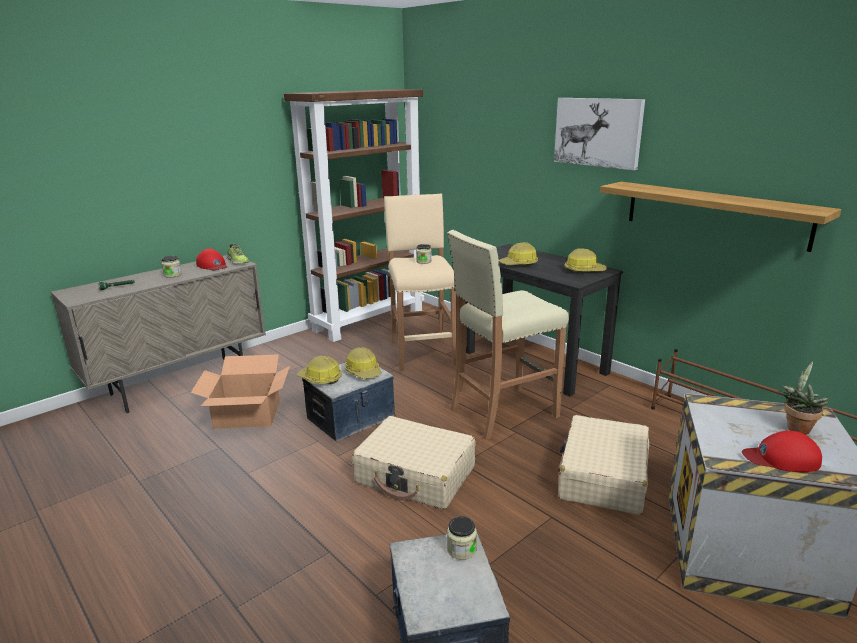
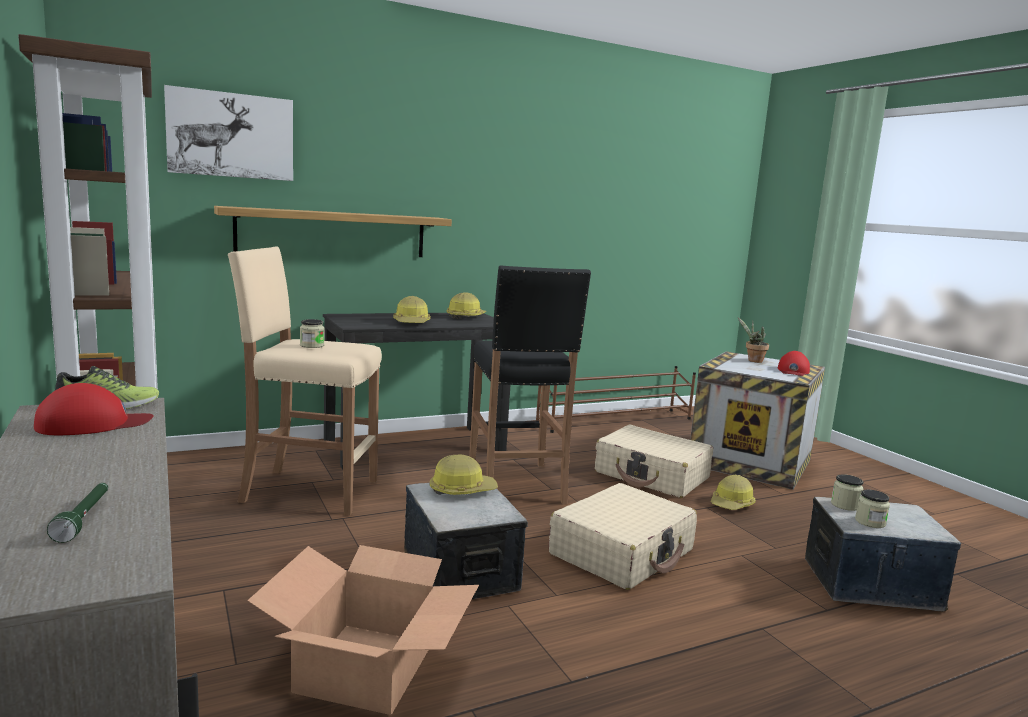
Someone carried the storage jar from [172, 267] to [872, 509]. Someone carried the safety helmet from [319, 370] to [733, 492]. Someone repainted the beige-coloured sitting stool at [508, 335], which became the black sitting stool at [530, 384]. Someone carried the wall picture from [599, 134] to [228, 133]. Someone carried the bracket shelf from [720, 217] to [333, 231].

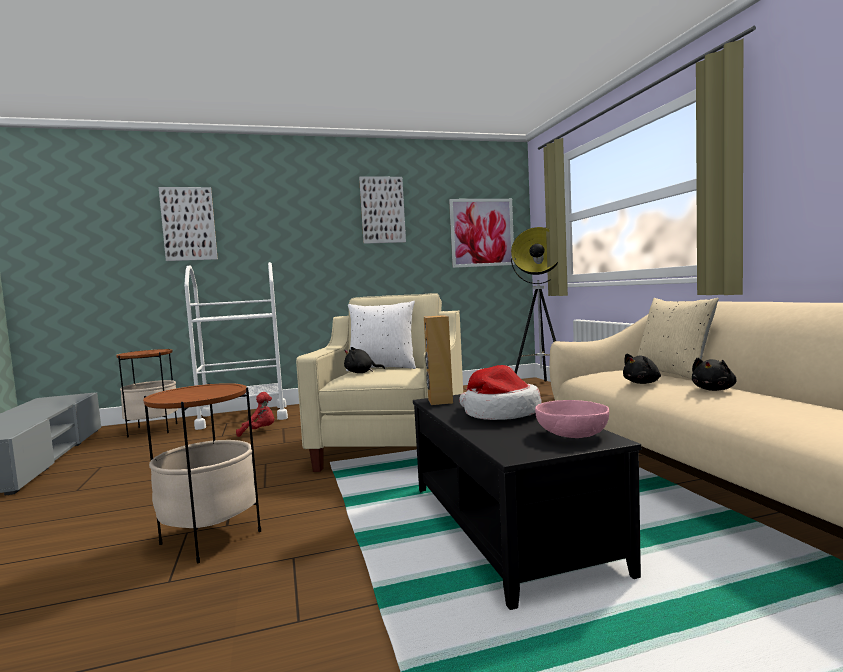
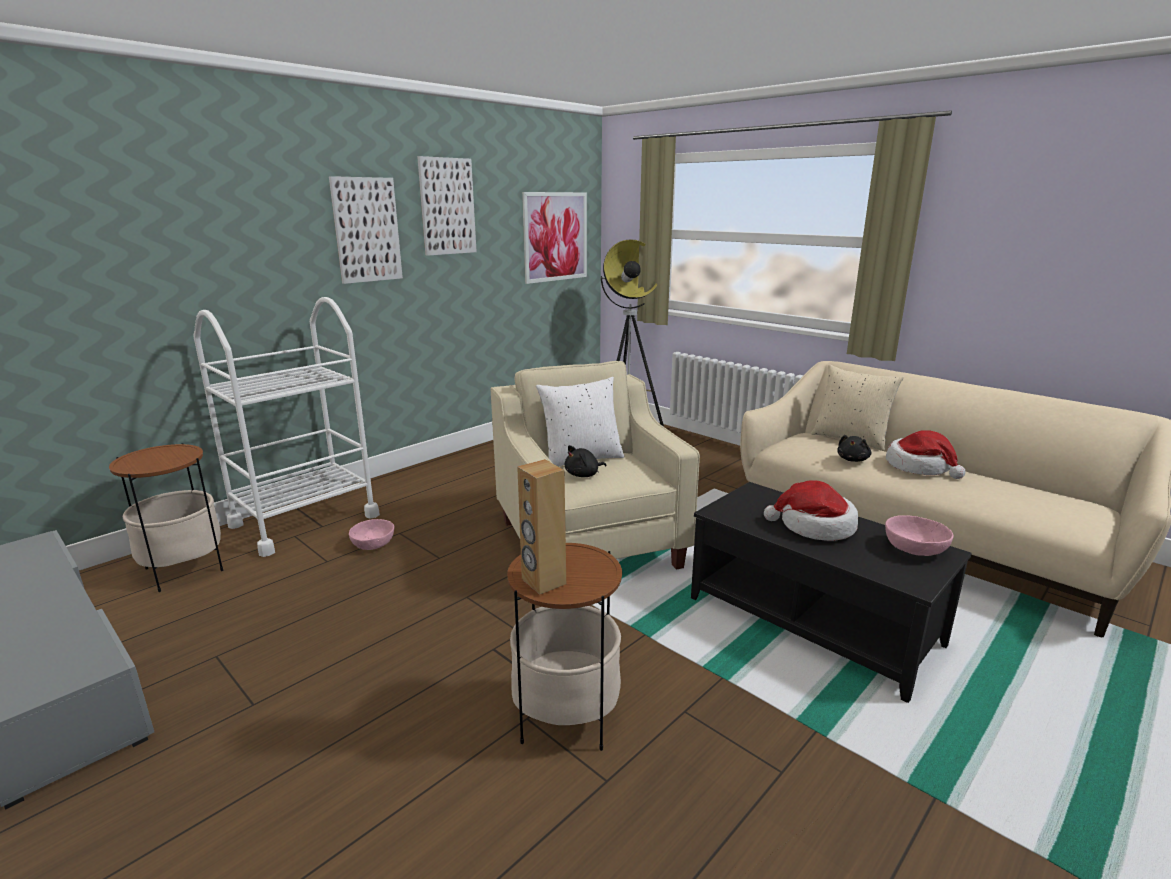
Someone carried the wall picture from [188, 224] to [366, 230]. Someone swapped the red soft toy at [255, 414] for the pink-coloured serving bowl at [371, 534]. Someone carried the brownish speaker from [438, 360] to [541, 526]. Someone swapped the black soft toy at [714, 374] for the hat at [926, 454].

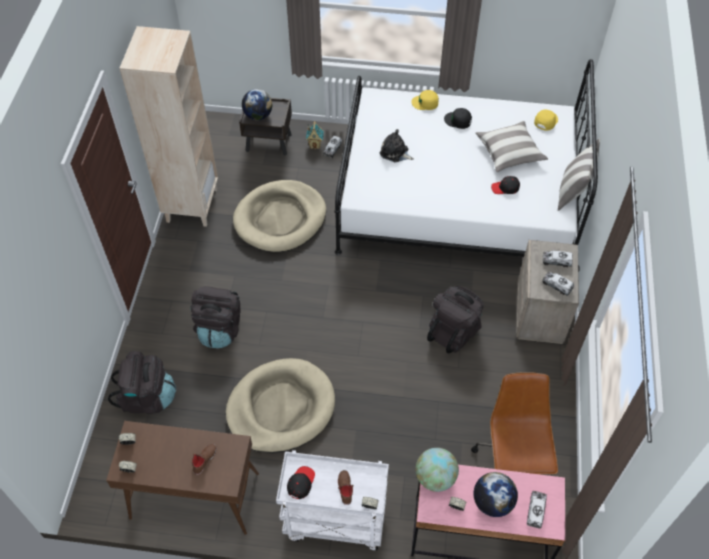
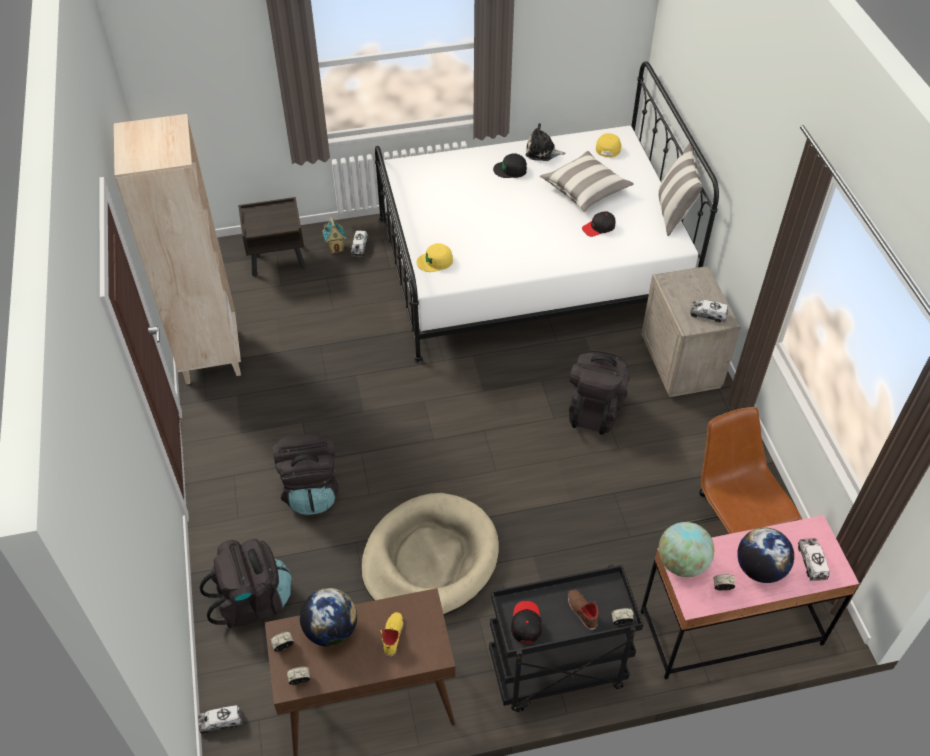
Someone repainted the brownish shoe at [204, 459], which became the yellowish shoe at [391, 634]. Someone took away the beige-coloured dog bed at [279, 216]. Someone carried the globe from [257, 104] to [328, 617]. Someone repainted the whitish trolley at [332, 500], which became the black trolley at [566, 638]. Someone carried the soft toy from [397, 145] to [545, 142]. Someone carried the yellowish baseball cap from [425, 100] to [435, 257]. Someone carried the toy lorry from [558, 258] to [220, 719].

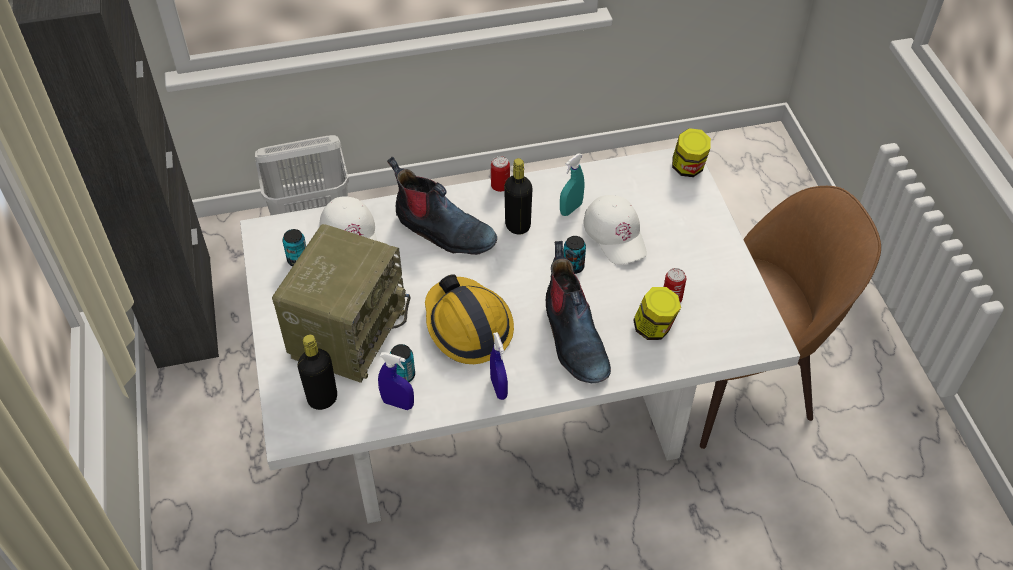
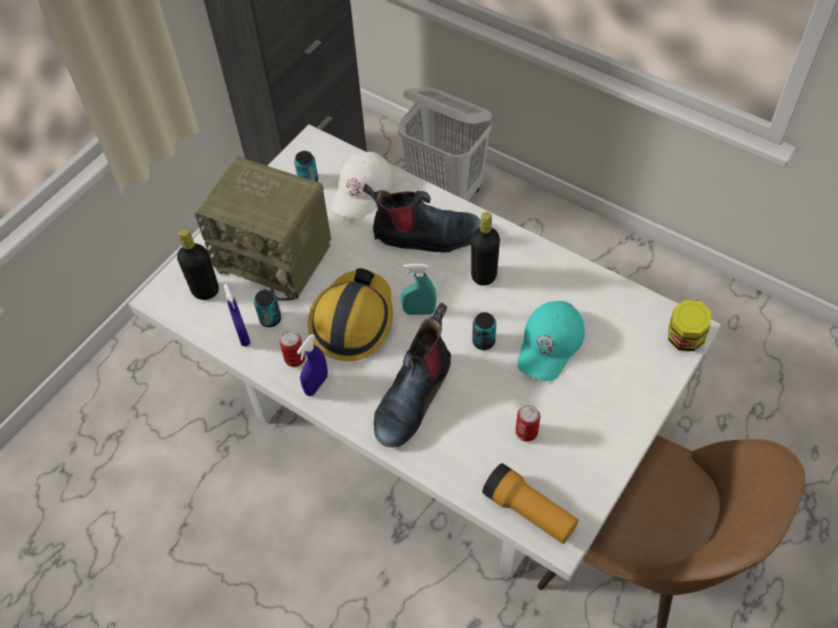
Someone rotated the radio receiver at [341, 303] by 45 degrees clockwise. Someone rotated the tall boot at [442, 206] by 75 degrees counterclockwise. Someone carried the metal can from [500, 174] to [292, 349]. Someone carried the blue-green hand sprayer from [572, 184] to [418, 289]. Someone repainted the whitish baseball cap at [615, 230], which became the blue-green baseball cap at [551, 341]. Someone took away the storage jar at [657, 313]. Someone put down the hand torch at [530, 503].

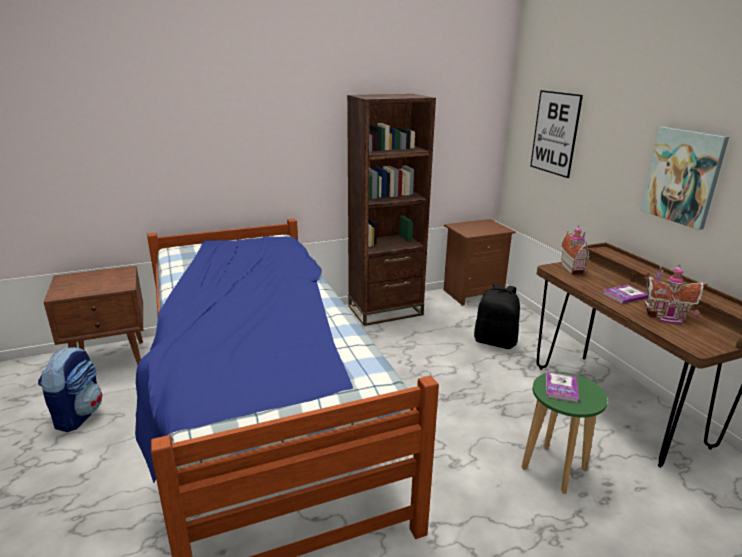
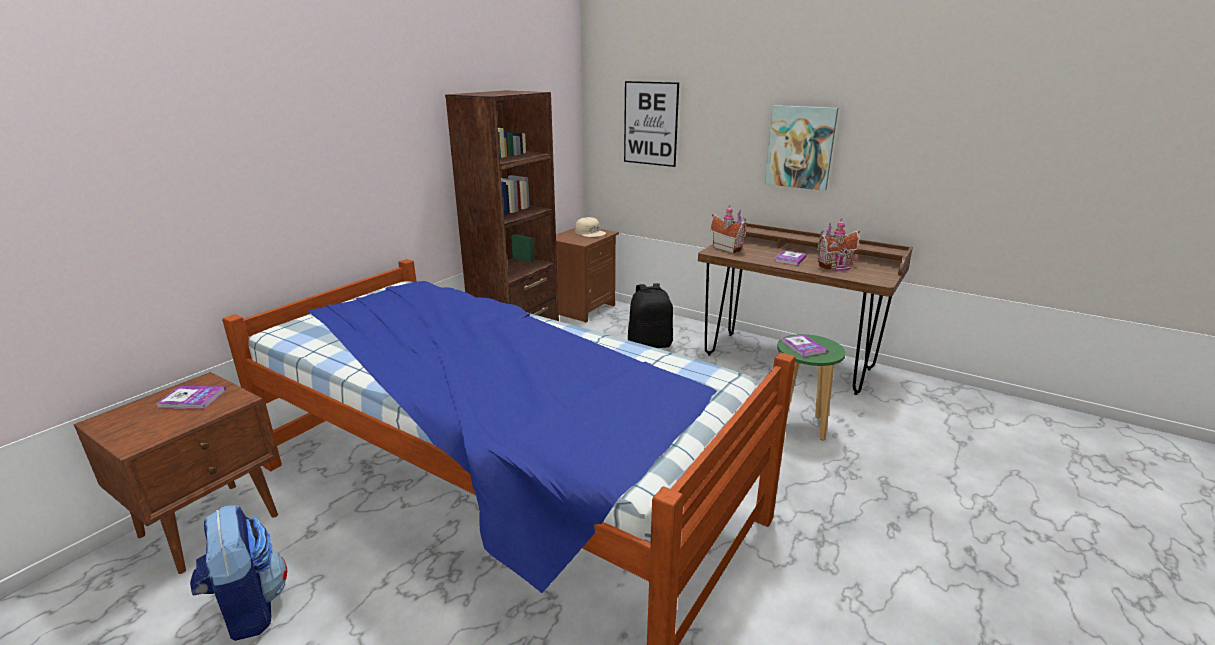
Someone put down the bound book at [191, 397]. Someone put down the beige-coloured baseball cap at [590, 227].

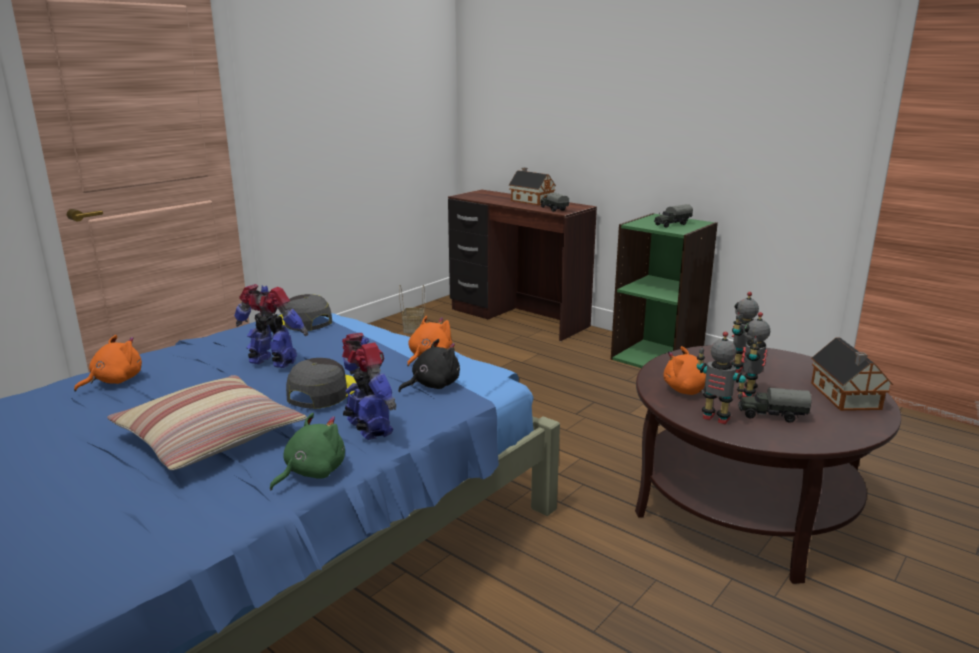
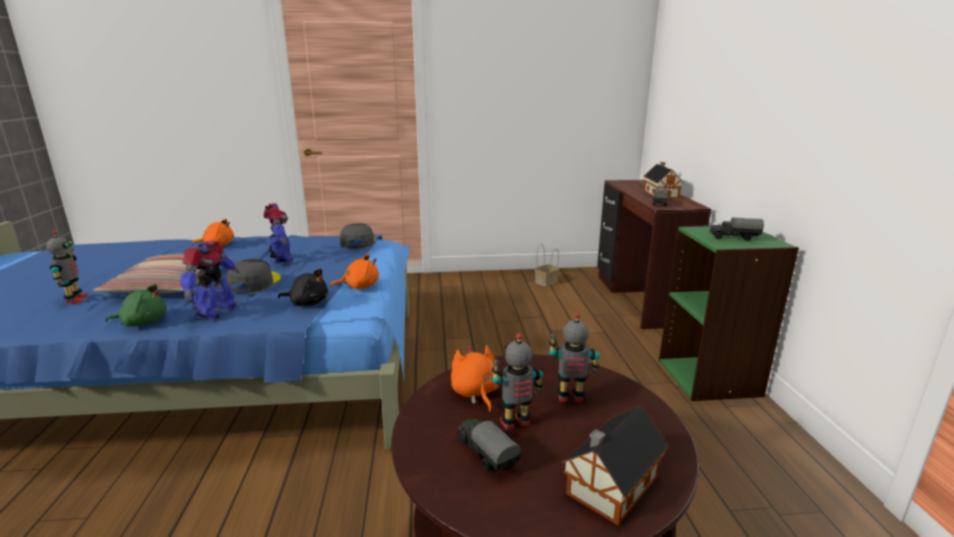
Someone rotated the grey baseball cap at [321, 383] by 60 degrees counterclockwise. Someone carried the model robot from [721, 377] to [67, 267].

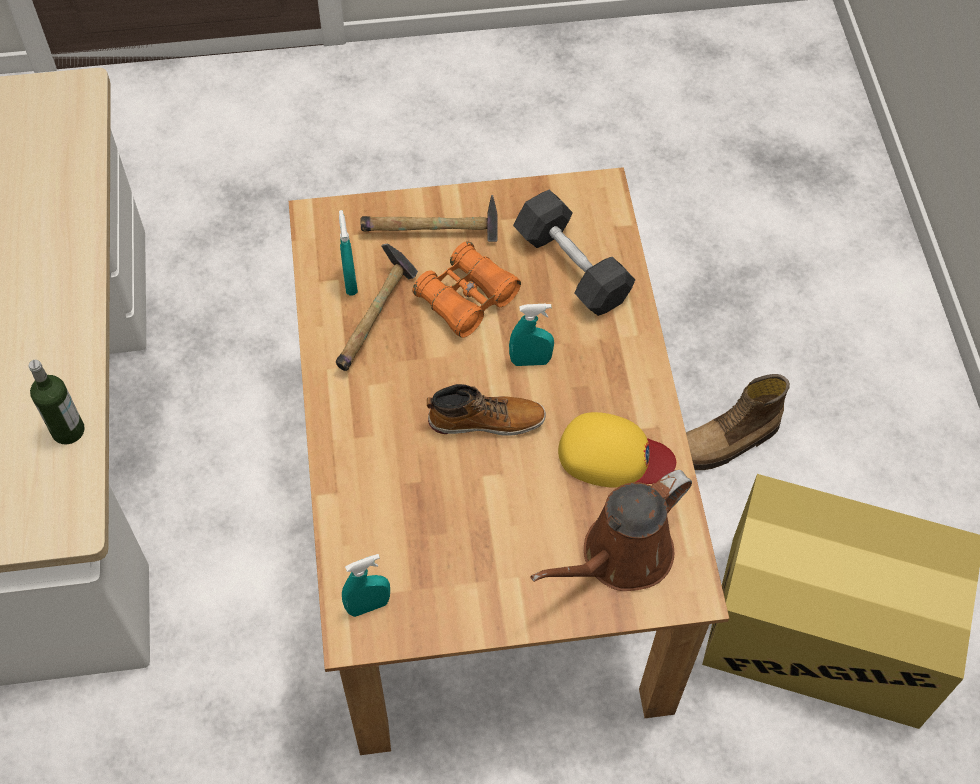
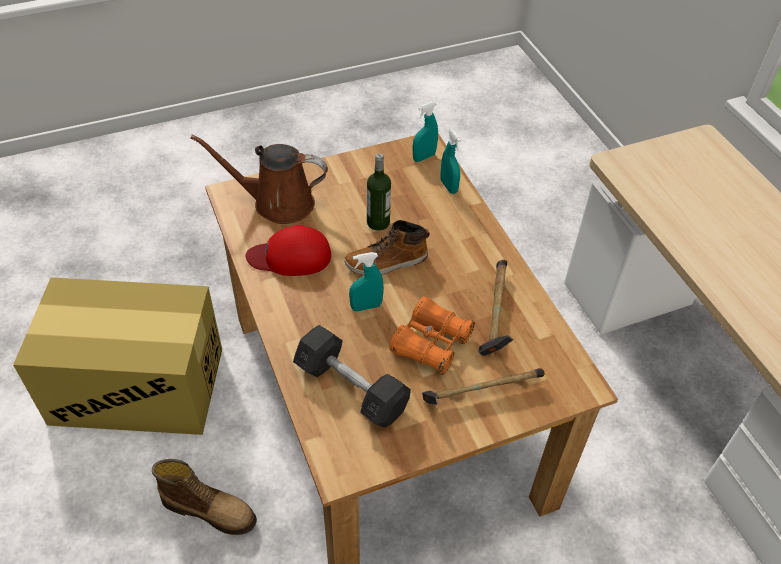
Someone carried the beverage bottle from [57, 402] to [379, 192]. Someone carried the blue-green hand sprayer from [348, 253] to [450, 161]. Someone rotated the brownish watering pot at [611, 530] by 120 degrees counterclockwise. Someone repainted the yellowish baseball cap at [617, 450], which became the red baseball cap at [288, 251]. Someone rotated the tall boot at [738, 422] by 60 degrees clockwise.

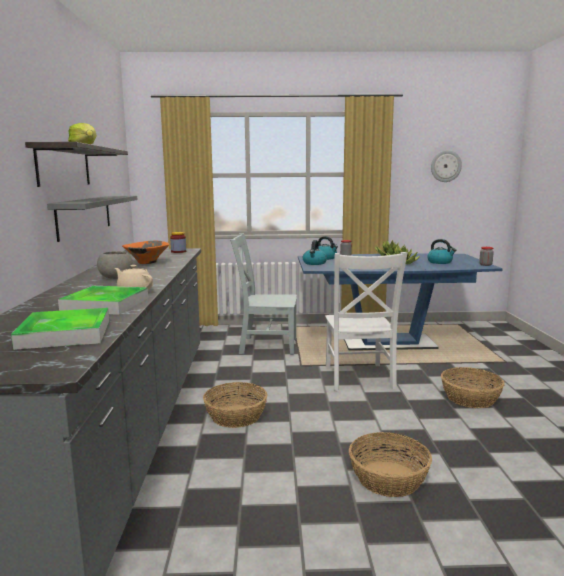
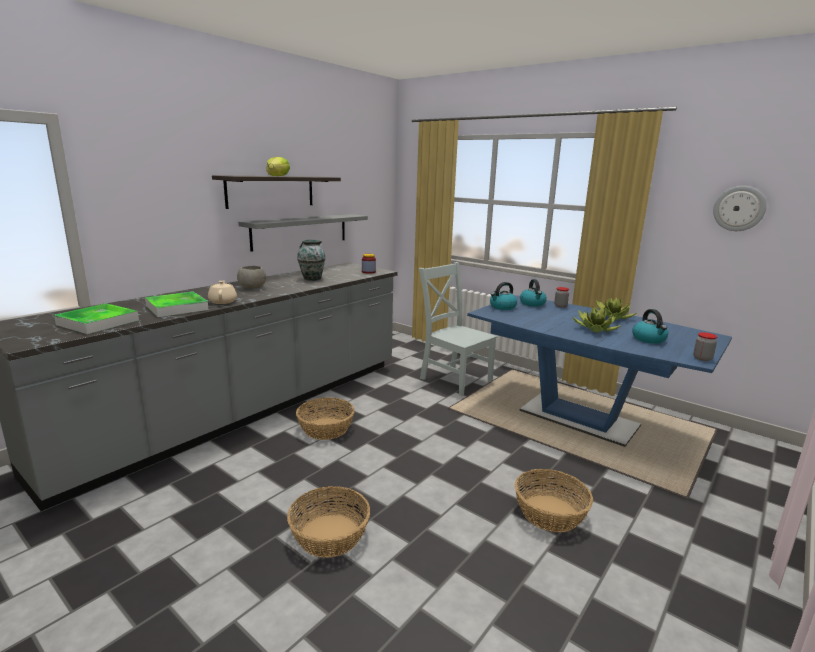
Someone swapped the orange serving bowl at [145, 252] for the vase at [311, 260]. Someone took away the whitish plain chair at [366, 321].

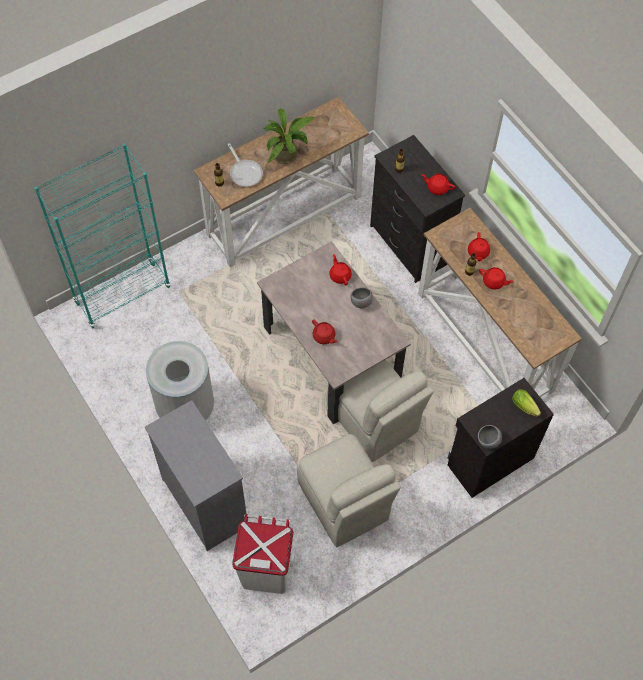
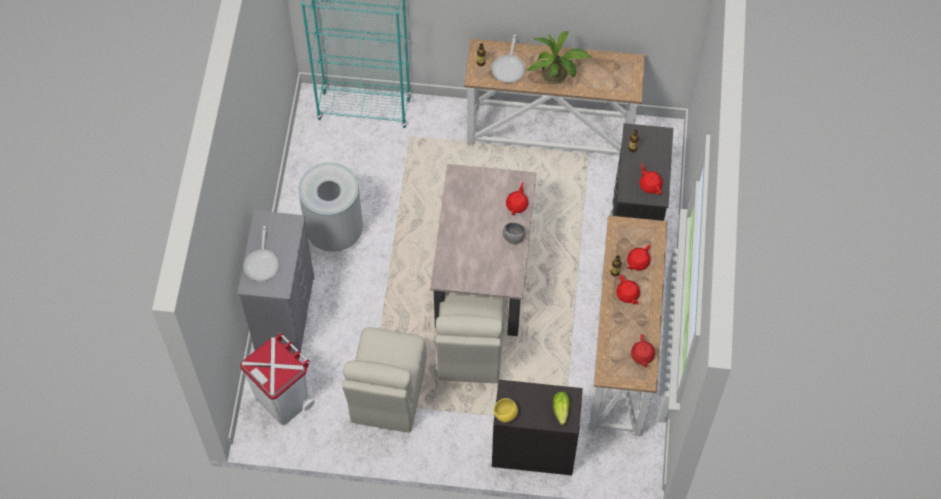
Someone carried the red pot for tea from [325, 331] to [643, 351]. Someone repainted the grey serving bowl at [490, 437], which became the yellowish serving bowl at [506, 410]. Someone put down the frying pan at [261, 253].

